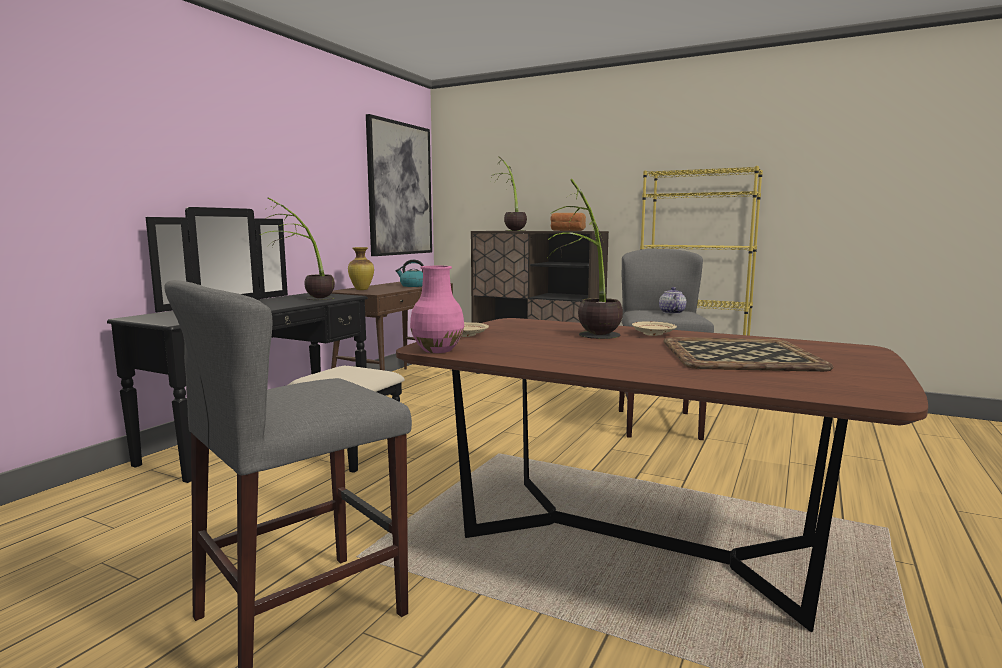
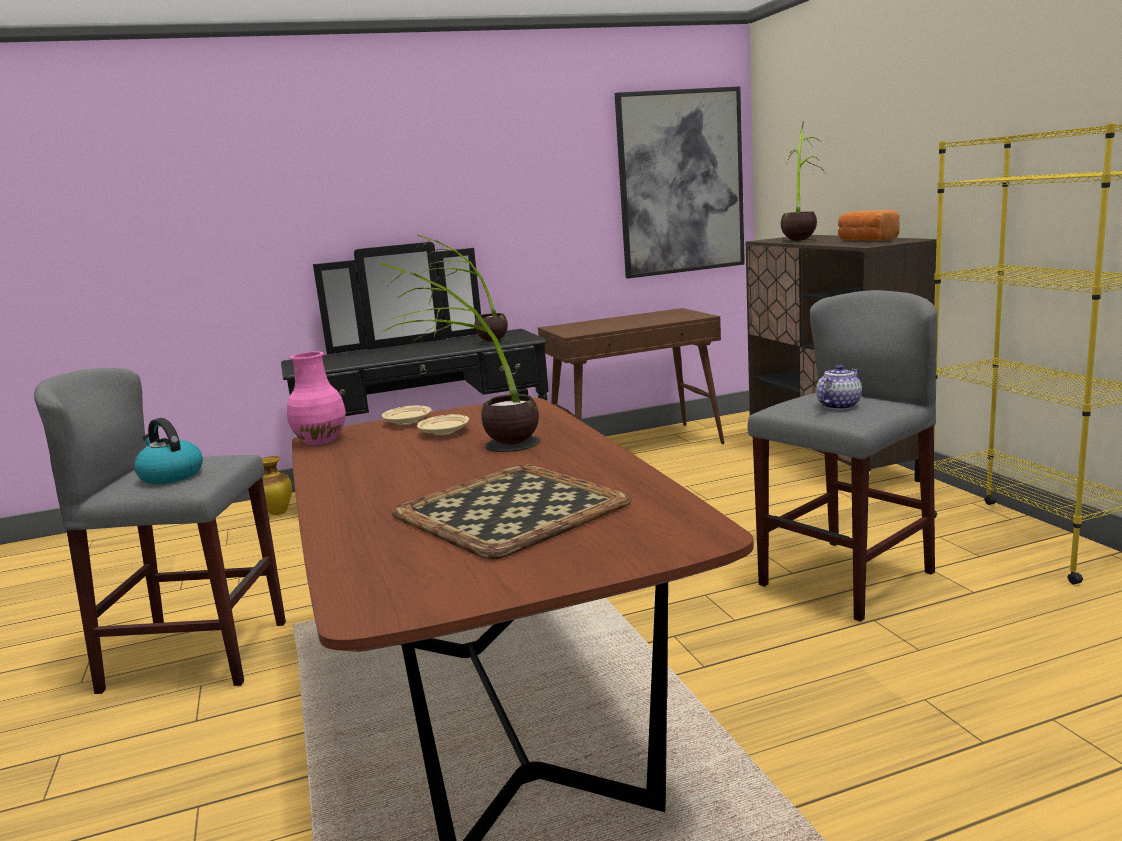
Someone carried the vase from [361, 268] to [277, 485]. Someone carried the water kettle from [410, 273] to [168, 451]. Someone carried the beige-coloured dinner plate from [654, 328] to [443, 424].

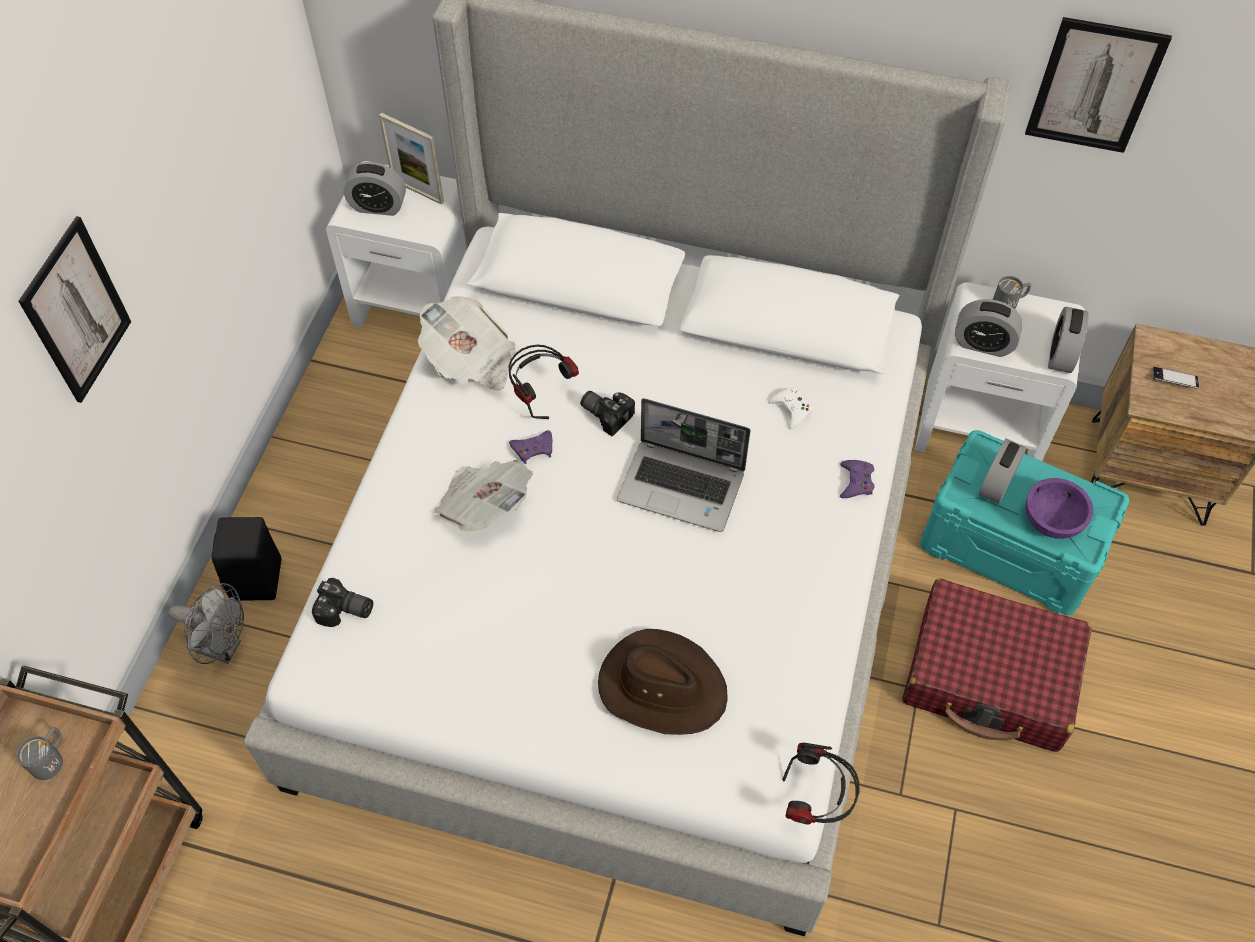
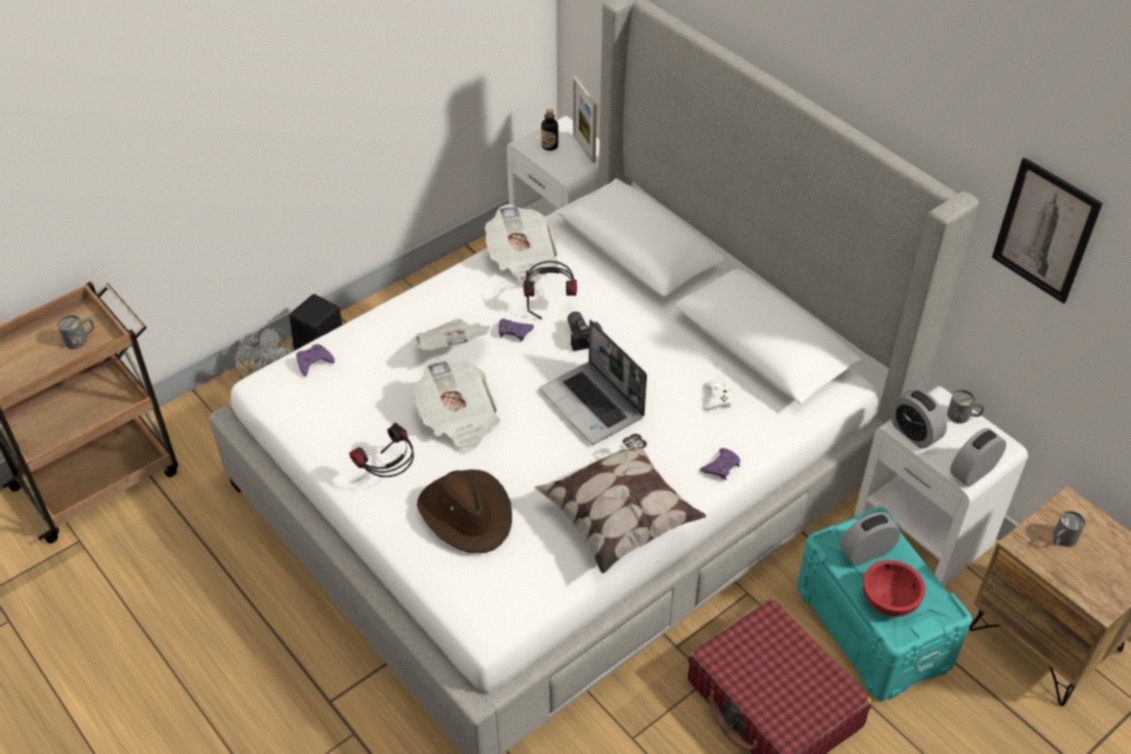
Someone took away the wall picture at [74, 309]. Someone swapped the still camera at [342, 602] for the purplish joypad at [315, 360]. Someone swapped the bedside clock at [375, 189] for the beverage bottle at [549, 130]. Someone carried the headset from [820, 784] to [381, 450]. Someone repainted the purplish serving bowl at [1060, 508], which became the red serving bowl at [894, 588]. Someone swapped the telephone at [1176, 378] for the grey mug at [1069, 529]. Someone put down the printed paper at [456, 405]. Someone put down the throw pillow at [620, 504].

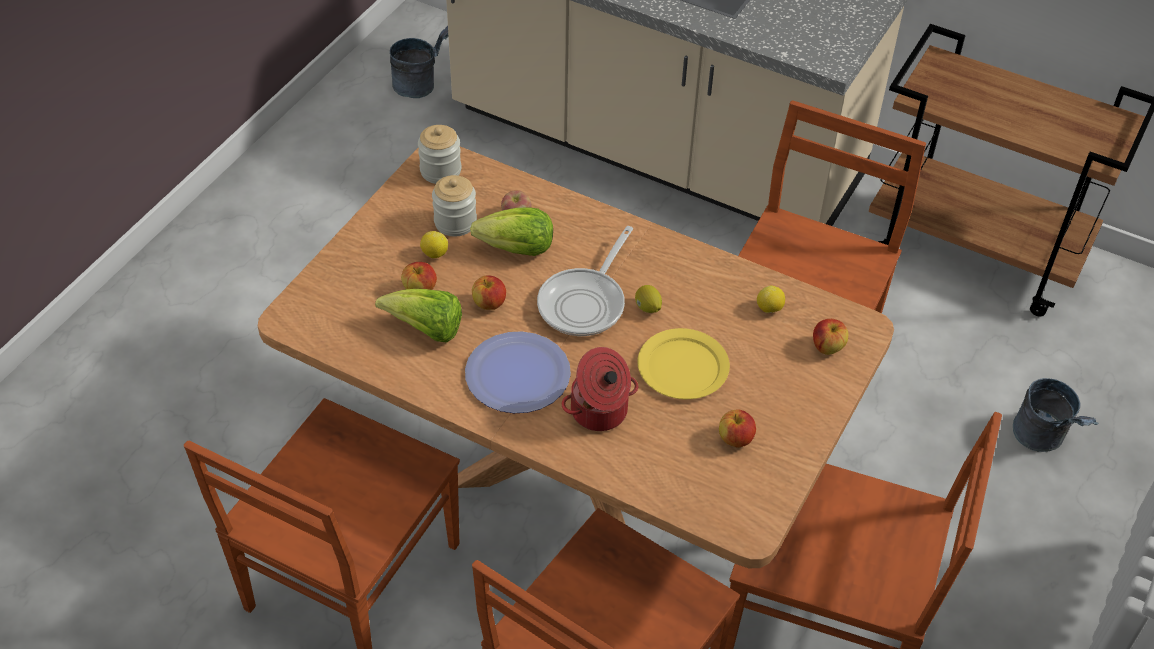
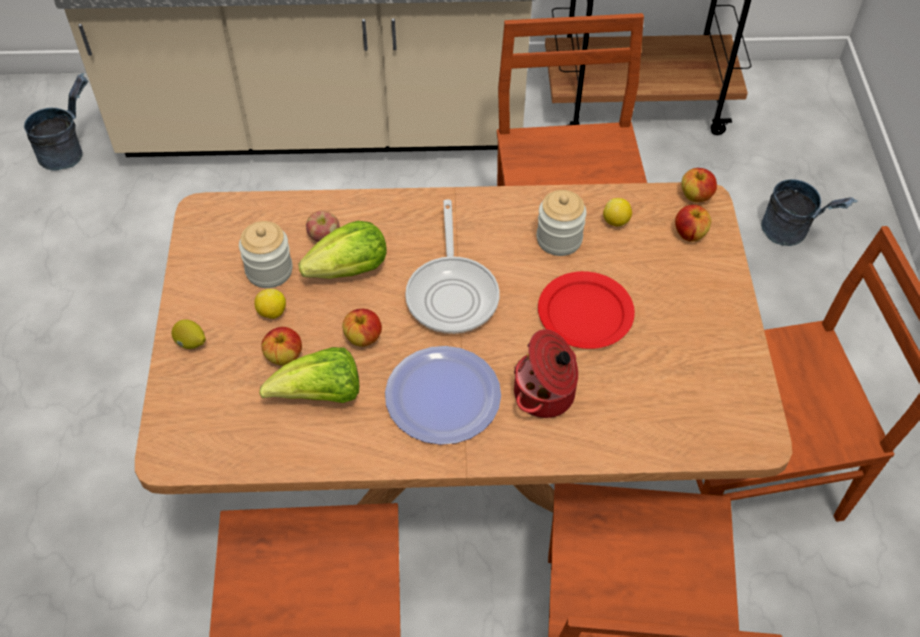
Someone carried the storage jar from [439, 154] to [562, 223]. Someone carried the whole lemon from [648, 299] to [189, 334]. Someone repainted the yellowish dinner plate at [683, 363], which became the red dinner plate at [586, 310]. Someone carried the apple fruit from [737, 428] to [699, 185].

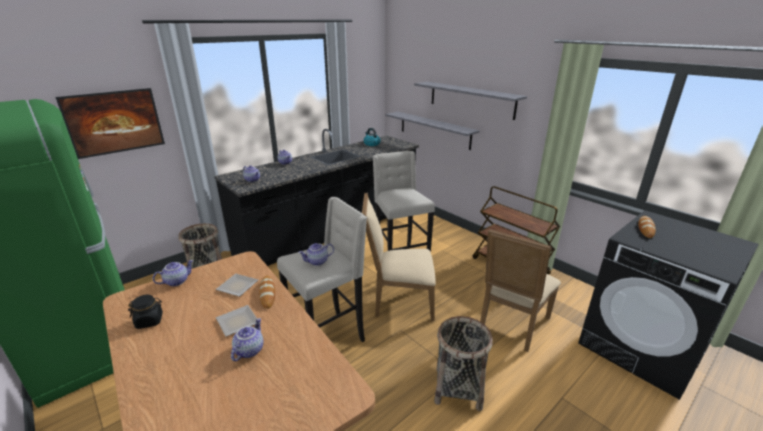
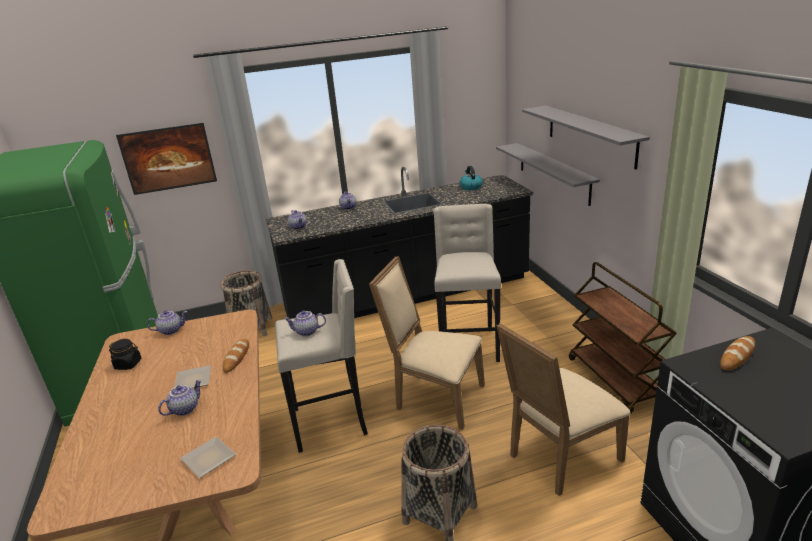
Someone carried the dinner plate from [237, 285] to [208, 457].

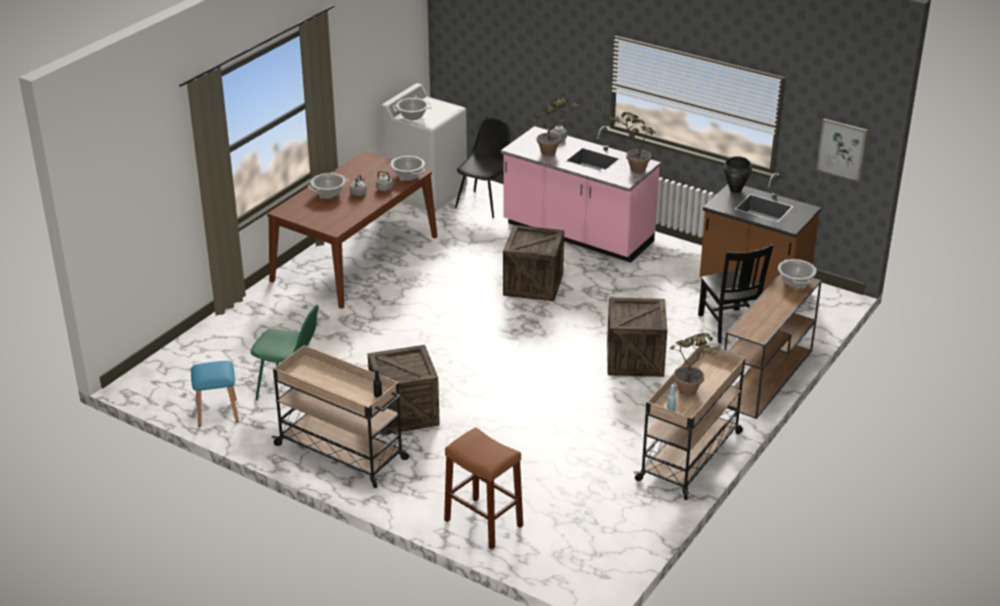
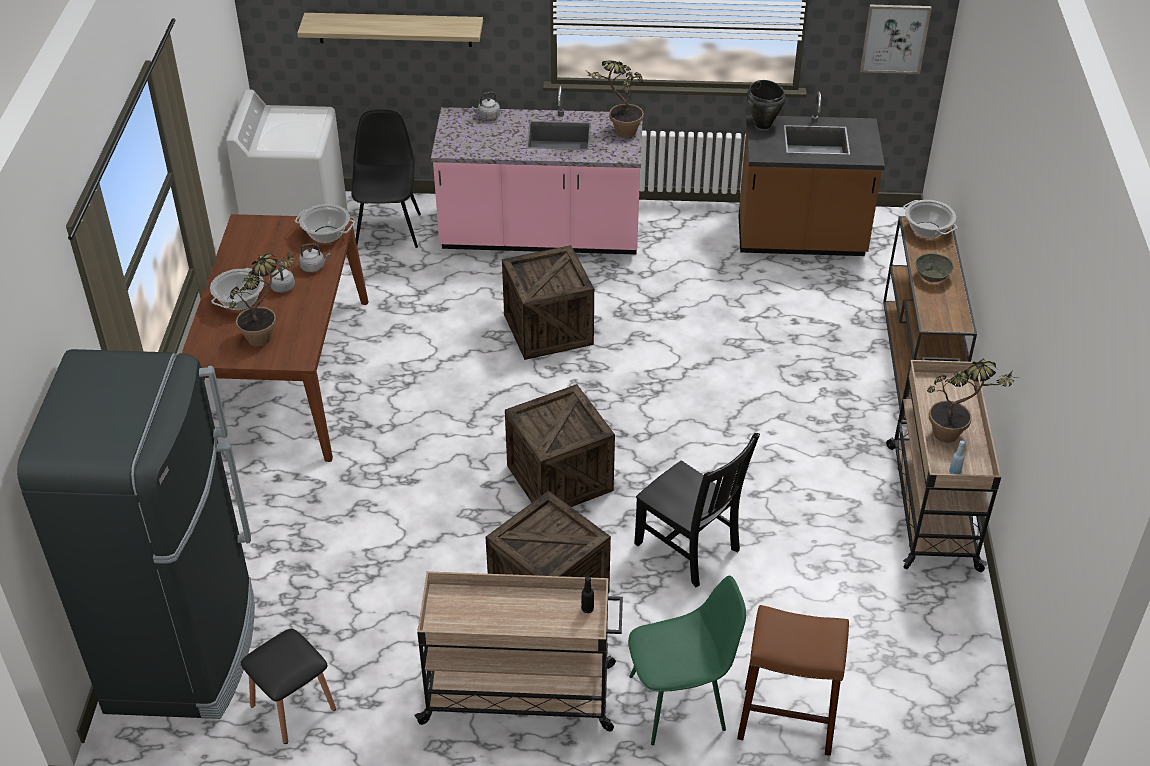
Someone repainted the bluish sitting stool at [215, 394], which became the black sitting stool at [288, 686]. Someone carried the green plain chair from [284, 352] to [687, 661]. Someone took away the stockpot at [412, 109]. Someone carried the potted plant from [557, 126] to [261, 299]. Someone carried the shipping crate from [637, 337] to [560, 445]. Someone carried the black plain chair from [736, 293] to [697, 510]. Someone put down the black refrigerator at [136, 534]. Someone put up the bracket shelf at [390, 30]. Someone put down the grey serving bowl at [934, 267].

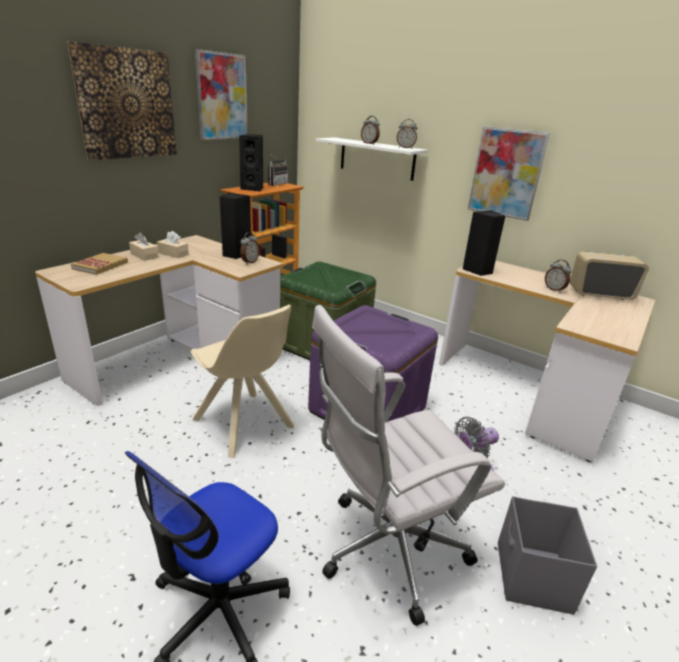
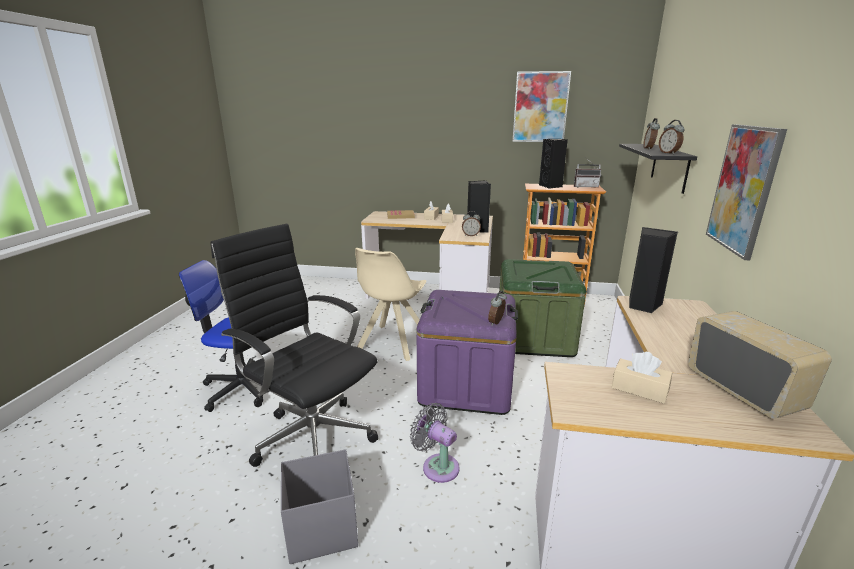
Someone took away the wall picture at [122, 100]. Someone repainted the whitish desk chair at [408, 465], which became the black desk chair at [294, 345]. Someone repainted the whitish bracket shelf at [372, 159], which became the black bracket shelf at [658, 169]. Someone carried the bedside clock from [558, 276] to [497, 308]. Someone put down the beige-coloured tissue holder at [642, 378].

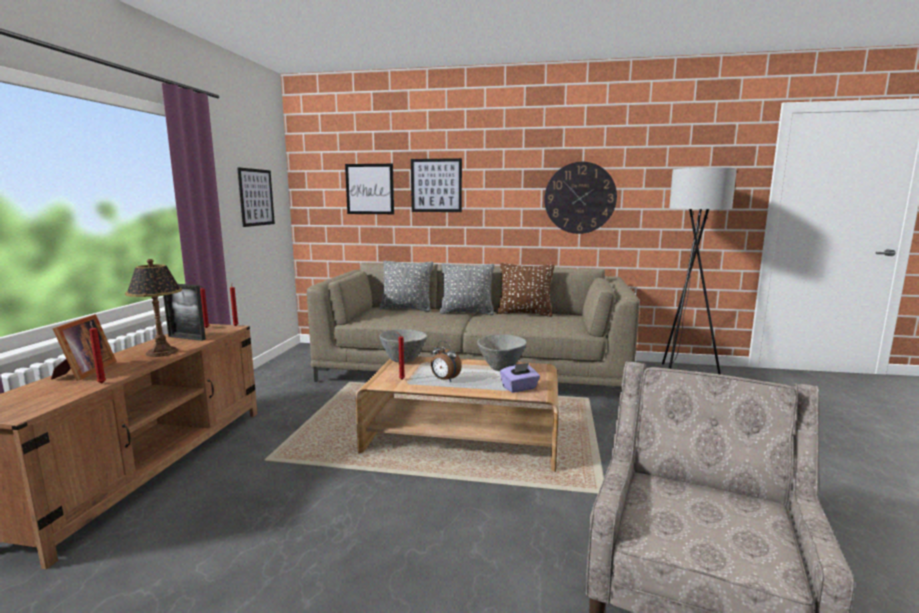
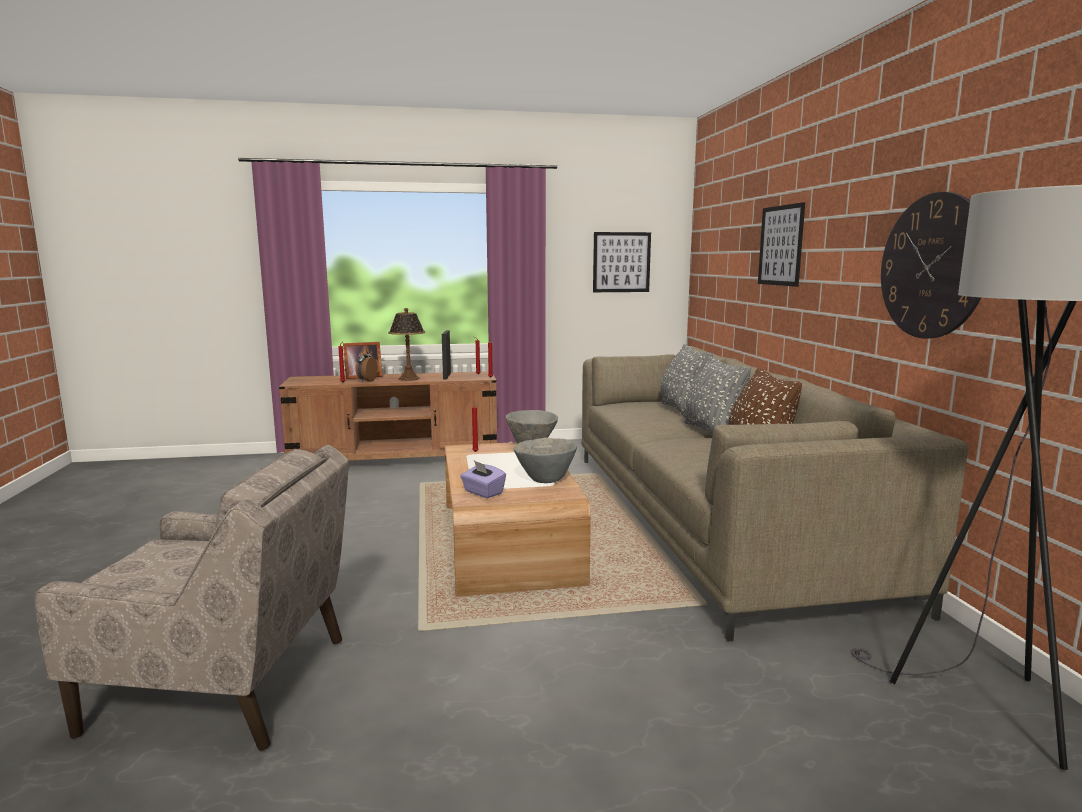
Someone took away the wall picture at [369, 189]. Someone carried the bedside clock from [446, 361] to [367, 365].

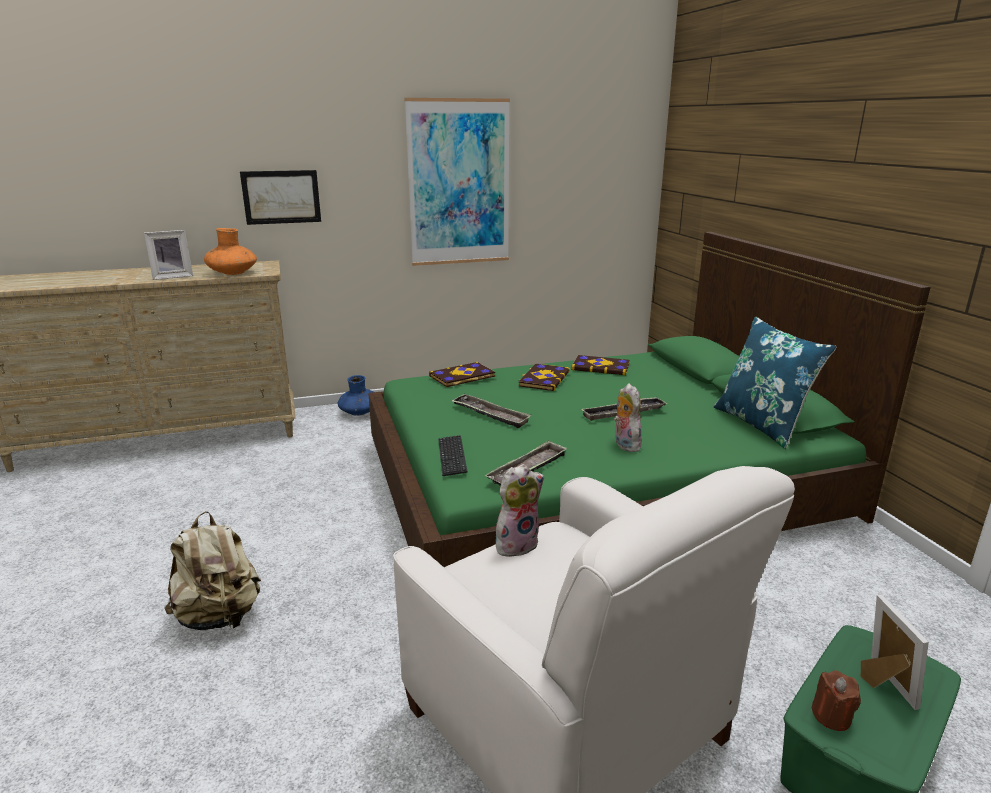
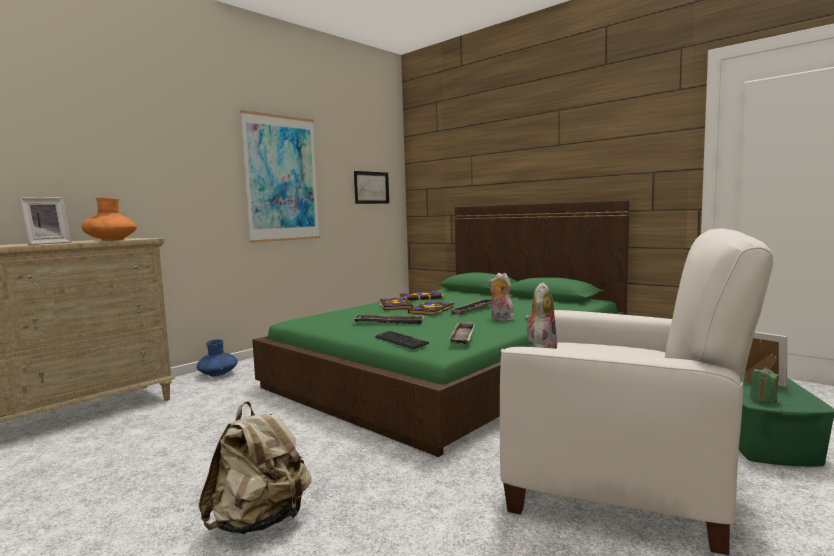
Someone carried the wall picture from [280, 197] to [371, 187]. Someone carried the bound book from [462, 374] to [430, 308]. Someone took away the bluish throw pillow at [775, 383]. Someone repainted the brownish wax candle at [836, 700], which became the green wax candle at [764, 385].

